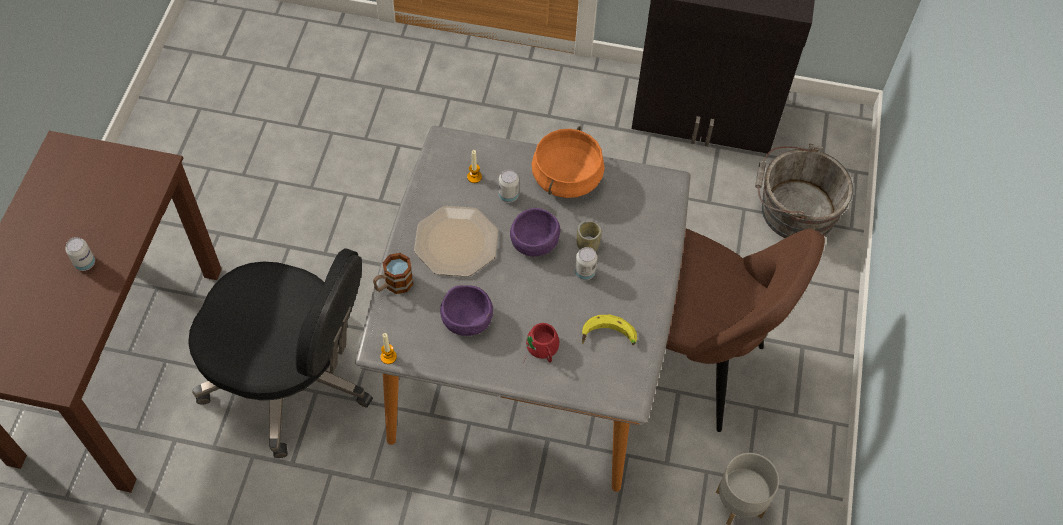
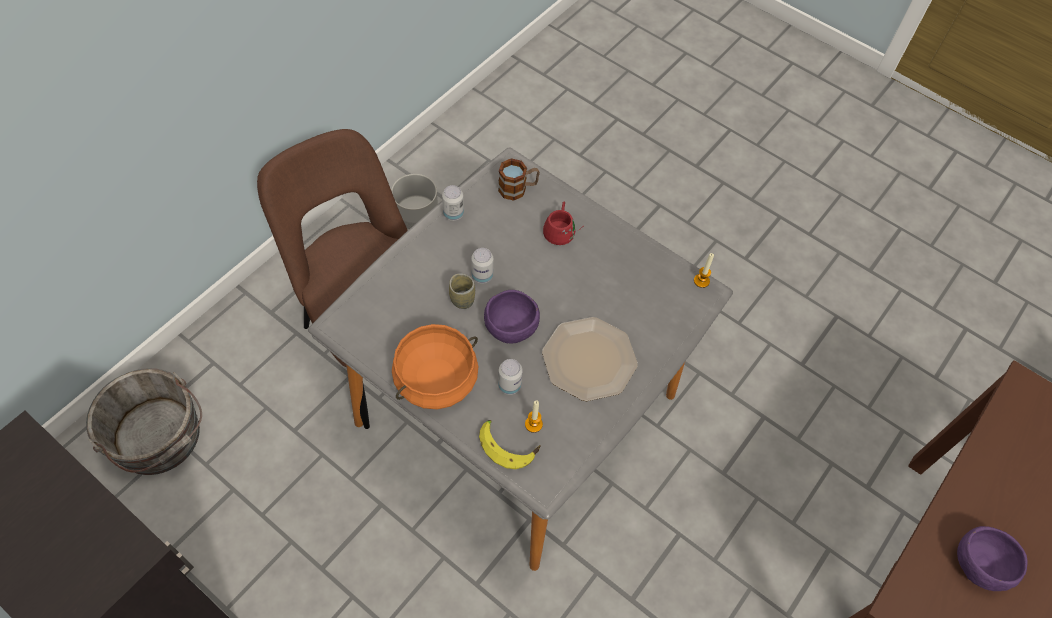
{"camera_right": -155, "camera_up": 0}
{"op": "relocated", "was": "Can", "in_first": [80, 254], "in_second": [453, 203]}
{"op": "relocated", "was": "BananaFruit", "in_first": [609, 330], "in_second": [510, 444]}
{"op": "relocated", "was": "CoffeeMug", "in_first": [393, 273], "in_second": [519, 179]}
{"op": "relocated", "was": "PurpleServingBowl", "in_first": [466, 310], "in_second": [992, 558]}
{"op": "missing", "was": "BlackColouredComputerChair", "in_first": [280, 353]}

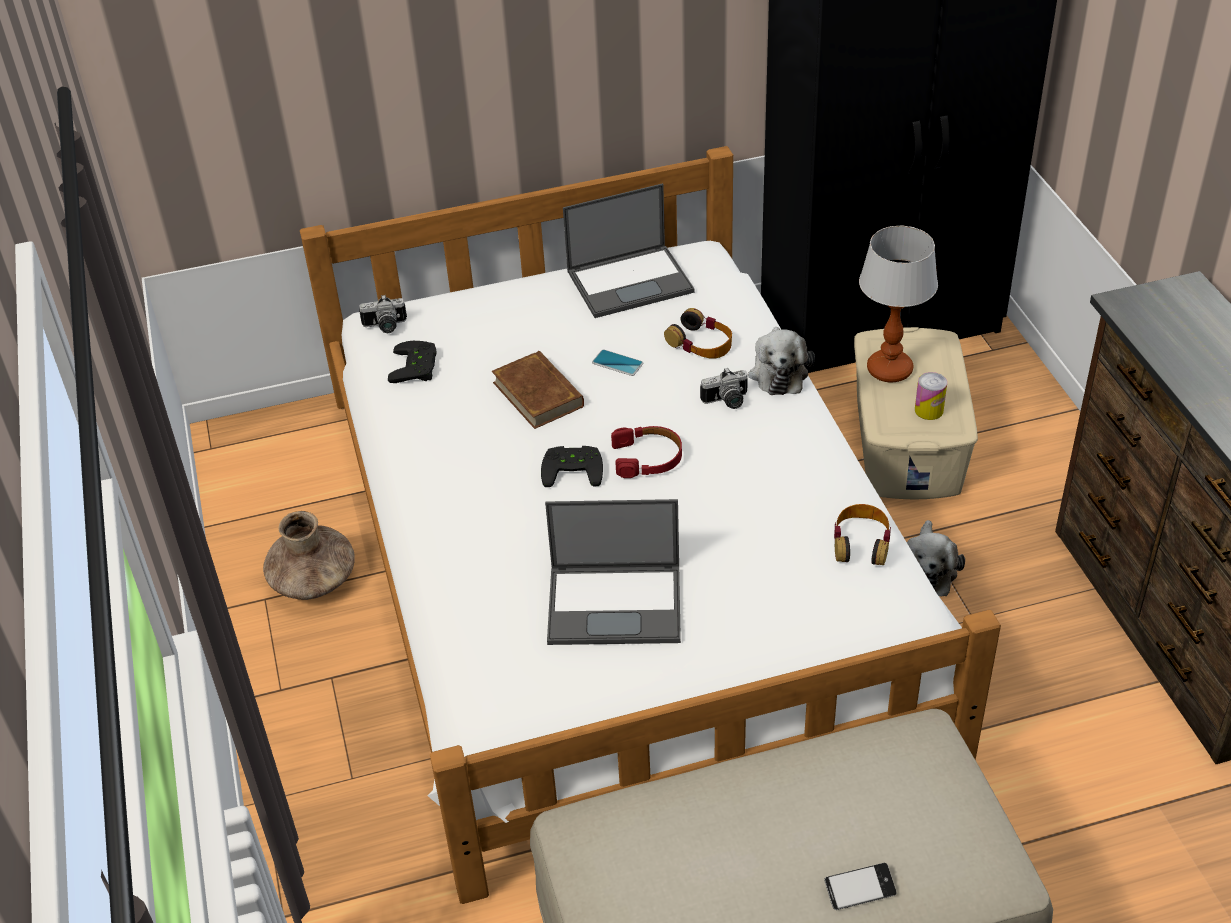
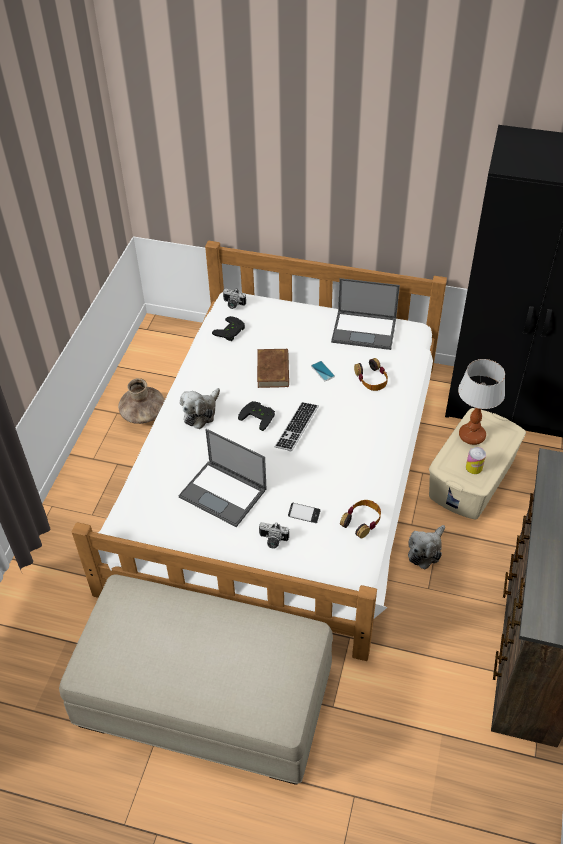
{"camera_right": 30, "camera_up": 5}
{"op": "relocated", "was": "PlushToy", "in_first": [781, 361], "in_second": [200, 408]}
{"op": "relocated", "was": "StillCamera", "in_first": [724, 388], "in_second": [274, 535]}
{"op": "exchanged", "was": "RedHeadset", "now": "ComputerKeyboard", "in_first": [646, 452], "in_second": [296, 427]}
{"op": "relocated", "was": "Phone", "in_first": [860, 886], "in_second": [304, 513]}

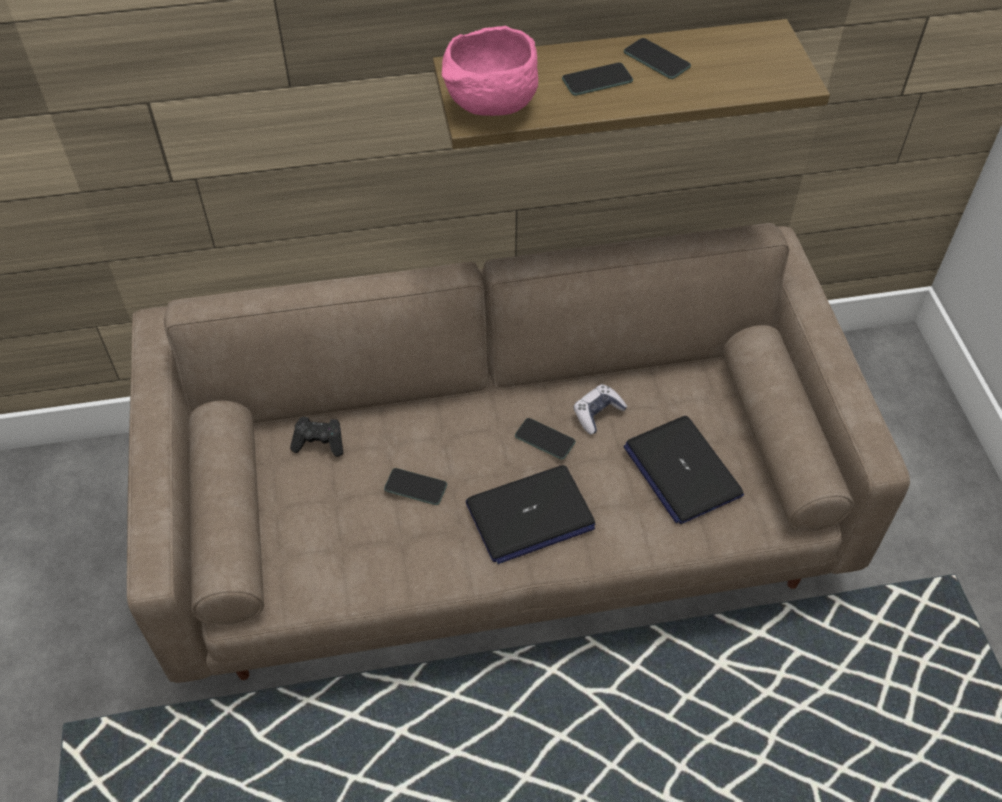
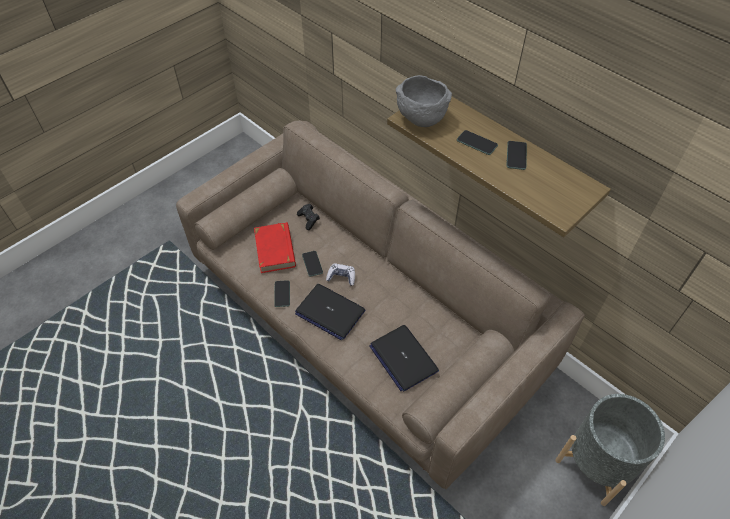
{"camera_right": 55, "camera_up": 0}
{"op": "appeared", "now": "RedVolume", "in_second": [275, 247]}
{"op": "relocated", "was": "Phone", "in_first": [545, 439], "in_second": [282, 293]}
{"op": "relocated", "was": "GameController", "in_first": [600, 409], "in_second": [340, 274]}
{"op": "spun", "was": "PortableComputer", "in_first": [683, 470], "in_second": [404, 358], "clockwise": -60}
{"op": "colour", "was": "PinkServingBowl", "now": "GreyishServingBowl", "in_first": [490, 71], "in_second": [424, 101]}
{"op": "appeared", "now": "GreyishPlantPot", "in_second": [610, 450]}

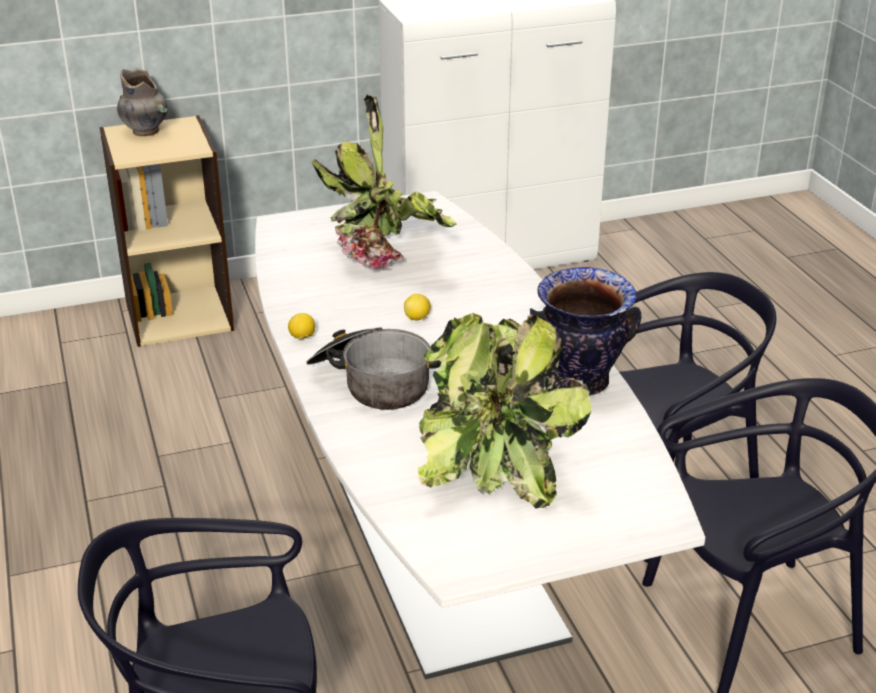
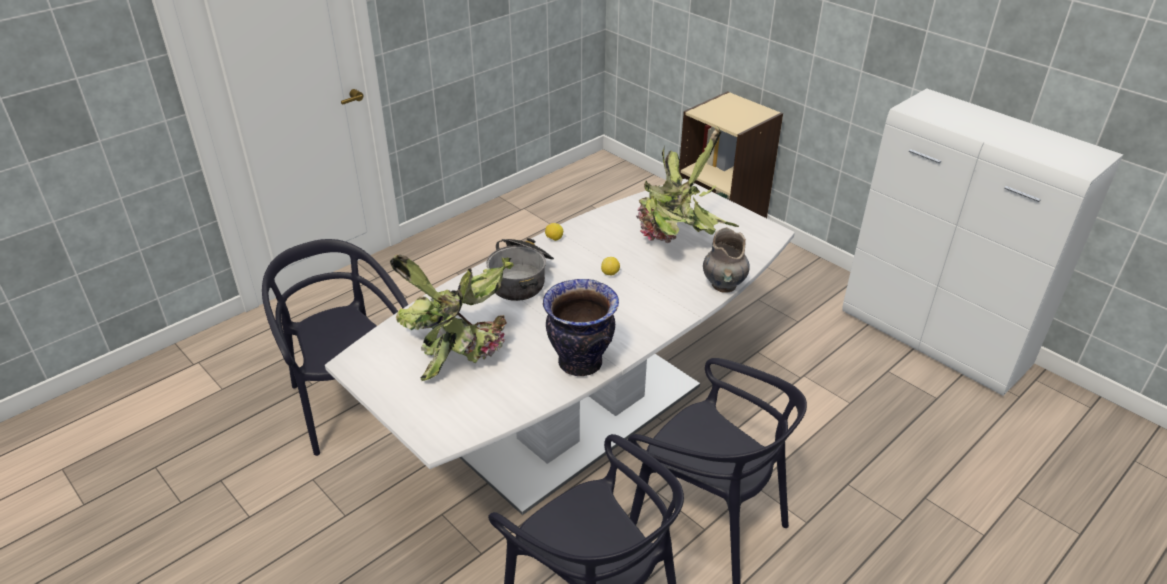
{"camera_right": 65, "camera_up": 5}
{"op": "relocated", "was": "GreyishDecorativeVase", "in_first": [142, 102], "in_second": [726, 260]}

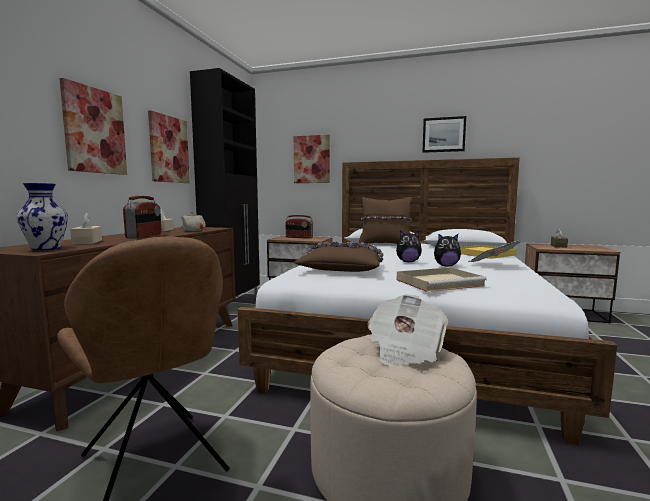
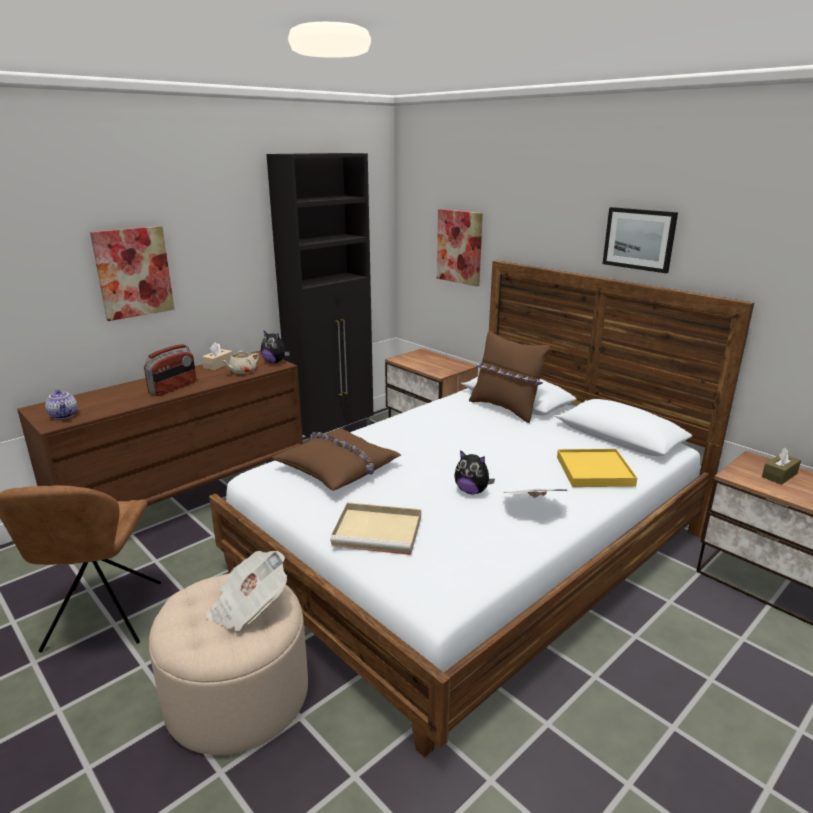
{"camera_right": 30, "camera_up": 15}
{"op": "exchanged", "was": "DecorativeVase", "now": "Teapot", "in_first": [42, 217], "in_second": [61, 404]}
{"op": "relocated", "was": "PlushToy", "in_first": [409, 246], "in_second": [275, 346]}
{"op": "missing", "was": "BeigeColouredBoxOfTissues", "in_first": [86, 229]}
{"op": "missing", "was": "WallArt", "in_first": [169, 147]}
{"op": "missing", "was": "RadioReceiver", "in_first": [299, 227]}

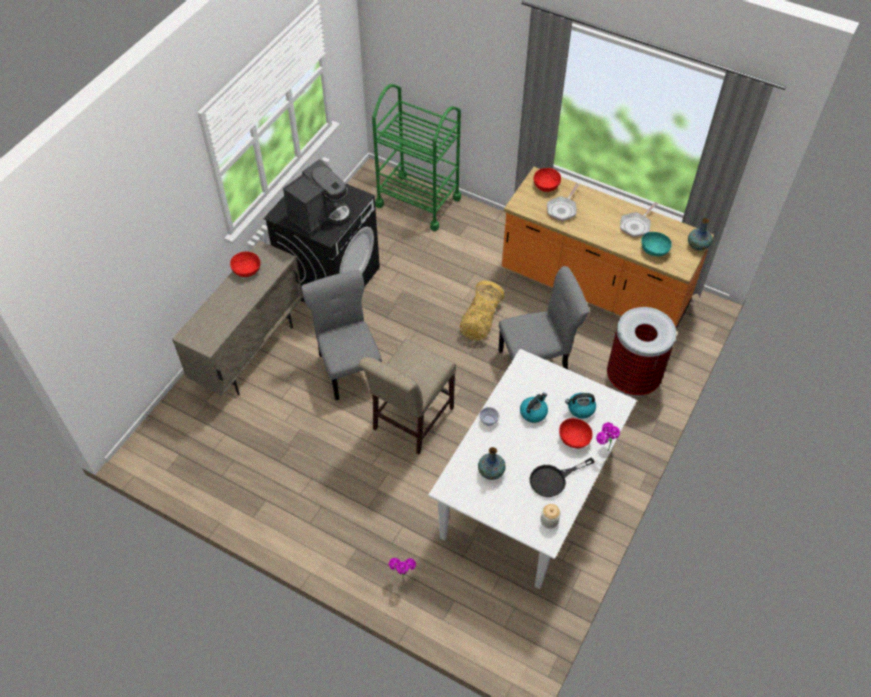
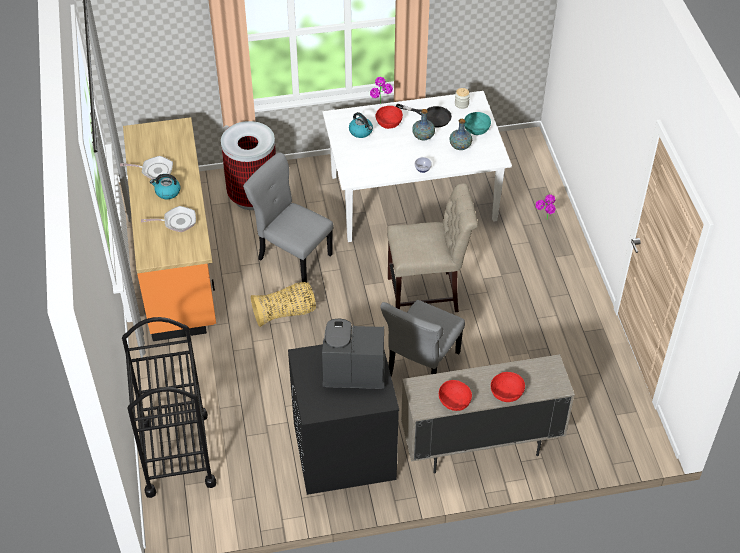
{"camera_right": -130, "camera_up": -5}
{"op": "colour", "was": "GreenCart", "now": "BlackColouredCart", "in_first": [416, 157], "in_second": [169, 407]}
{"op": "relocated", "was": "Kettle", "in_first": [534, 407], "in_second": [165, 186]}
{"op": "relocated", "was": "DecorativeVase", "in_first": [700, 234], "in_second": [423, 124]}
{"op": "relocated", "was": "TurquoiseServingBowl", "in_first": [656, 244], "in_second": [477, 123]}
{"op": "relocated", "was": "RedServingBowl", "in_first": [547, 180], "in_second": [508, 387]}

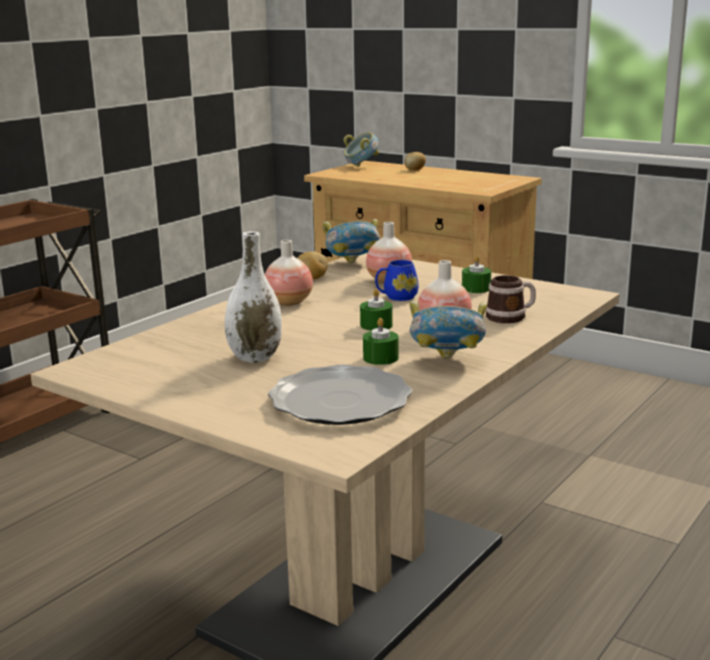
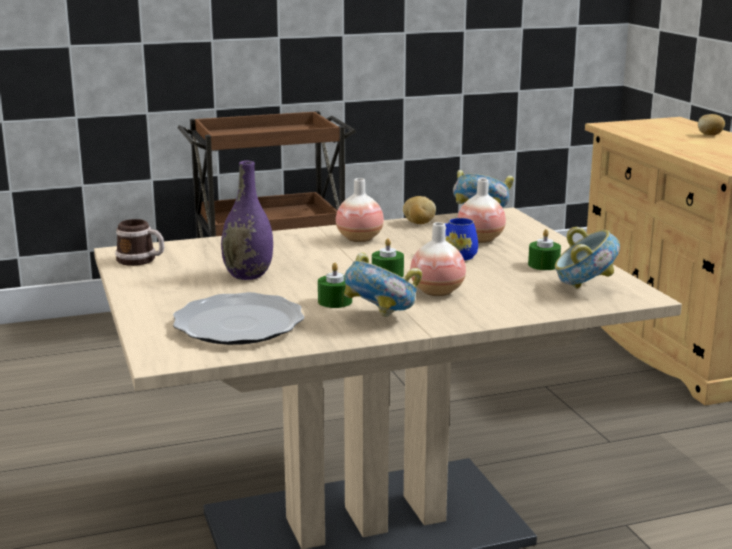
{"camera_right": 35, "camera_up": 0}
{"op": "relocated", "was": "CoffeeMug", "in_first": [511, 299], "in_second": [140, 242]}
{"op": "colour", "was": "WhitishDecorativeVase", "now": "PurpleDecorativeVase", "in_first": [253, 297], "in_second": [247, 220]}
{"op": "relocated", "was": "ServingBowl", "in_first": [361, 149], "in_second": [587, 258]}

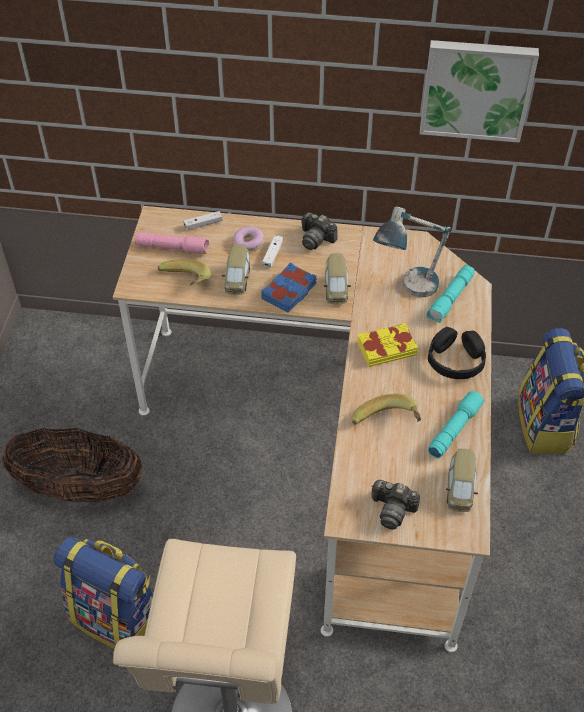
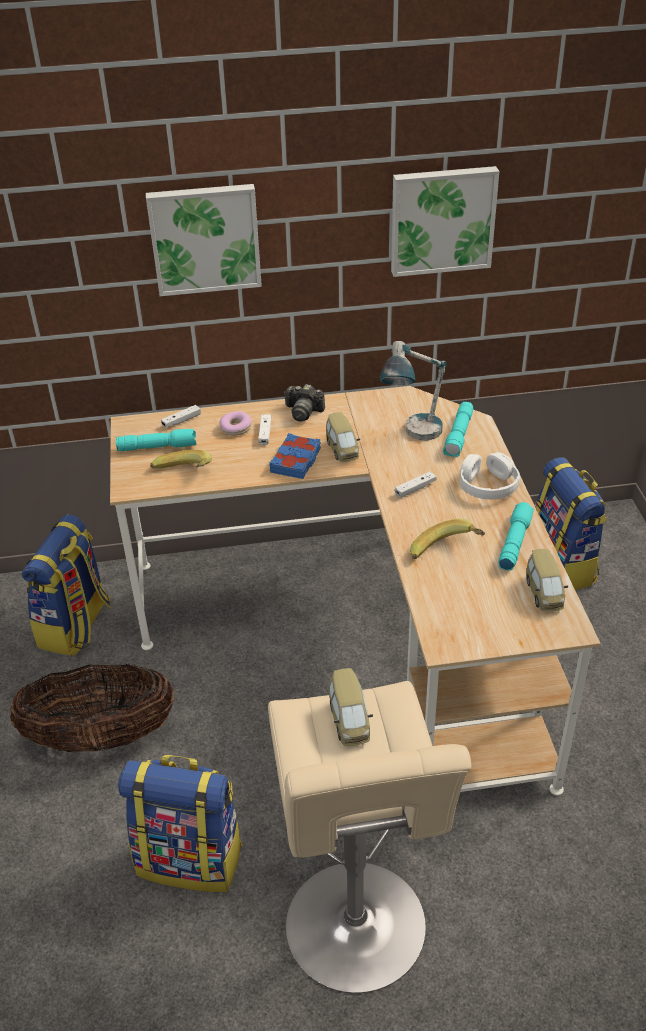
{"camera_right": -15, "camera_up": -10}
{"op": "appeared", "now": "Backpack", "in_second": [66, 585]}
{"op": "colour", "was": "PinkTorch", "now": "TurquoiseTorch", "in_first": [171, 243], "in_second": [156, 440]}
{"op": "appeared", "now": "WallArt", "in_second": [204, 240]}
{"op": "relocated", "was": "ModelCar", "in_first": [236, 269], "in_second": [351, 707]}
{"op": "exchanged", "was": "YellowColouredVolume", "now": "WhitishGameController", "in_first": [387, 345], "in_second": [415, 485]}
{"op": "colour", "was": "BlackColouredHeadset", "now": "WhitishHeadset", "in_first": [457, 353], "in_second": [490, 475]}
{"op": "missing", "was": "StillCamera", "in_first": [395, 504]}

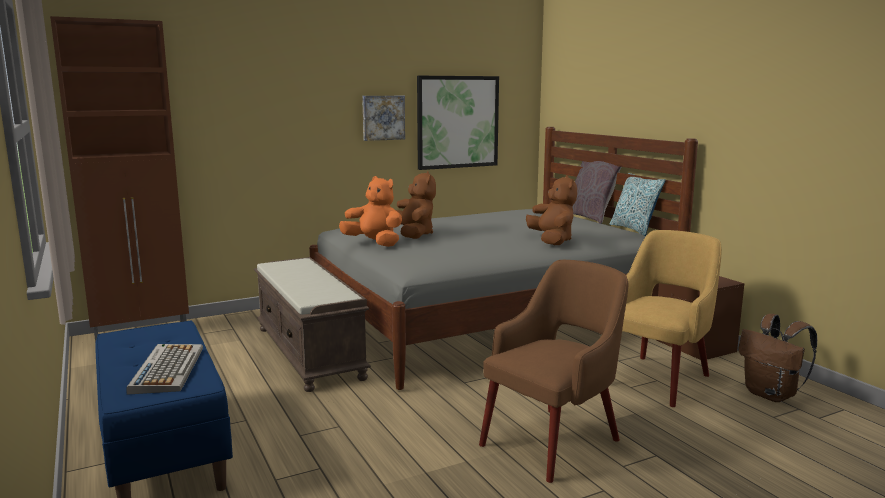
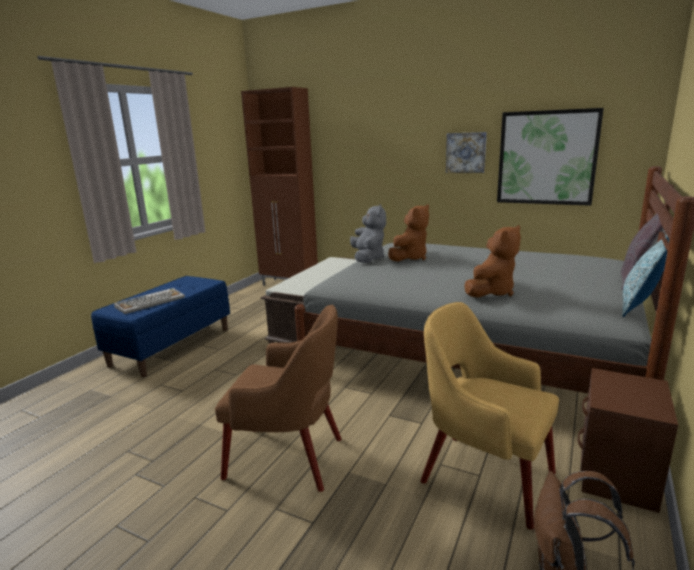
{"camera_right": 55, "camera_up": 5}
{"op": "colour", "was": "OrangeColouredPlushToy", "now": "GreyishPlushToy", "in_first": [370, 211], "in_second": [368, 233]}
{"op": "spun", "was": "YellowColouredLoungeChair", "in_first": [672, 318], "in_second": [489, 416], "clockwise": -150}

